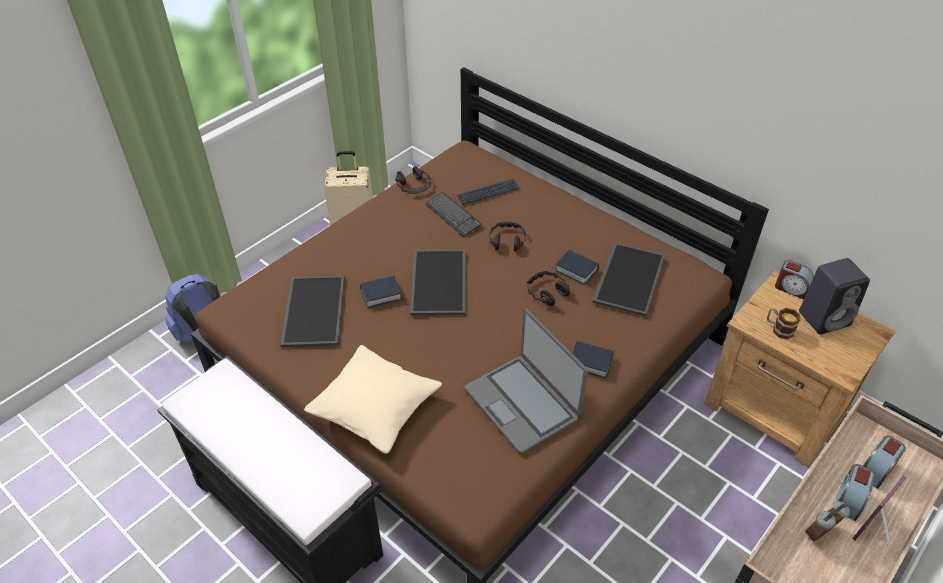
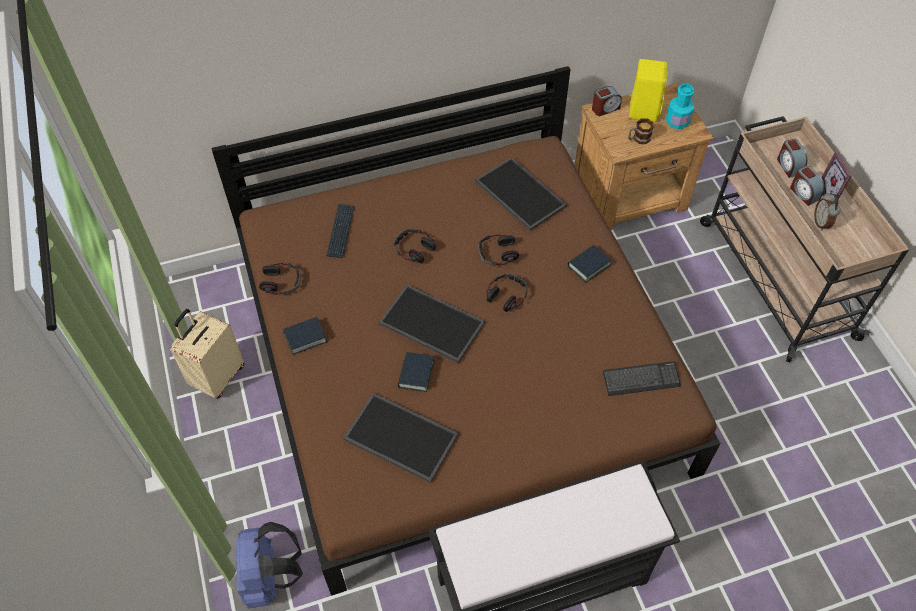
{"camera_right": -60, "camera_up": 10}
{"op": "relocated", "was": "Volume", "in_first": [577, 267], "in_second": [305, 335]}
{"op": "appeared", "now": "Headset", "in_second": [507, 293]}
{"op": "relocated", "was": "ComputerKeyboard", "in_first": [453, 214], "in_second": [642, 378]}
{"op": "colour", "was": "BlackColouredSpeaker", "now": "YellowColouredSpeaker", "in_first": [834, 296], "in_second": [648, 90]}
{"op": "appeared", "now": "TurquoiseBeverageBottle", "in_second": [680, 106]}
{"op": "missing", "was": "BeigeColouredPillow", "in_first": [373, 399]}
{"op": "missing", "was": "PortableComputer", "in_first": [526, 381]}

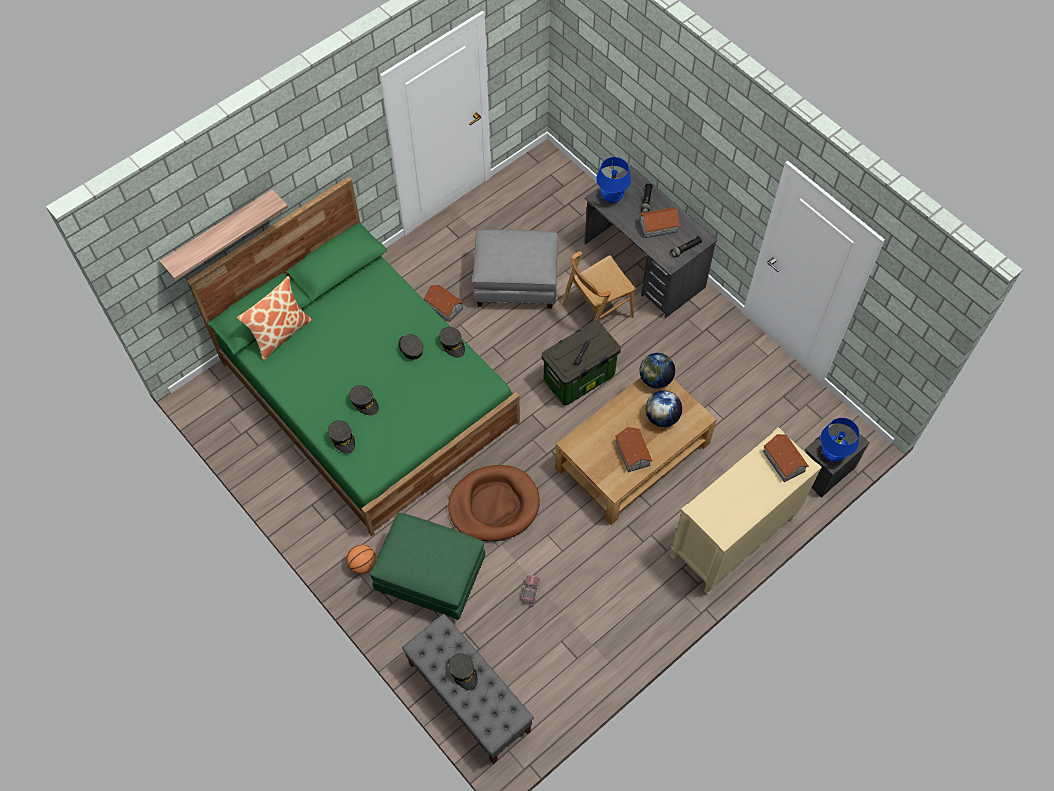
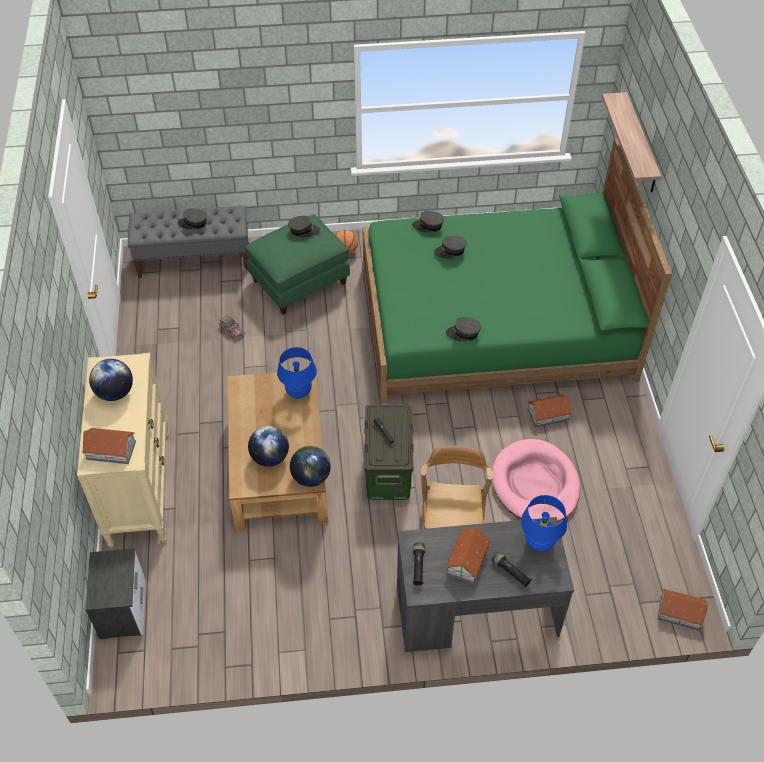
{"camera_right": 125, "camera_up": -10}
{"op": "appeared", "now": "Globe", "in_second": [111, 380]}
{"op": "relocated", "was": "BluishLampForATable", "in_first": [840, 440], "in_second": [297, 373]}
{"op": "relocated", "was": "GreyishBaseballCap", "in_first": [411, 347], "in_second": [304, 226]}
{"op": "exchanged", "was": "GreyishPouffe", "now": "PinkDogBed", "in_first": [515, 269], "in_second": [536, 480]}
{"op": "relocated", "was": "ToyHouse", "in_first": [634, 449], "in_second": [683, 610]}
{"op": "missing", "was": "Pillow", "in_first": [274, 318]}
{"op": "missing", "was": "BrownColouredDogBed", "in_first": [494, 503]}

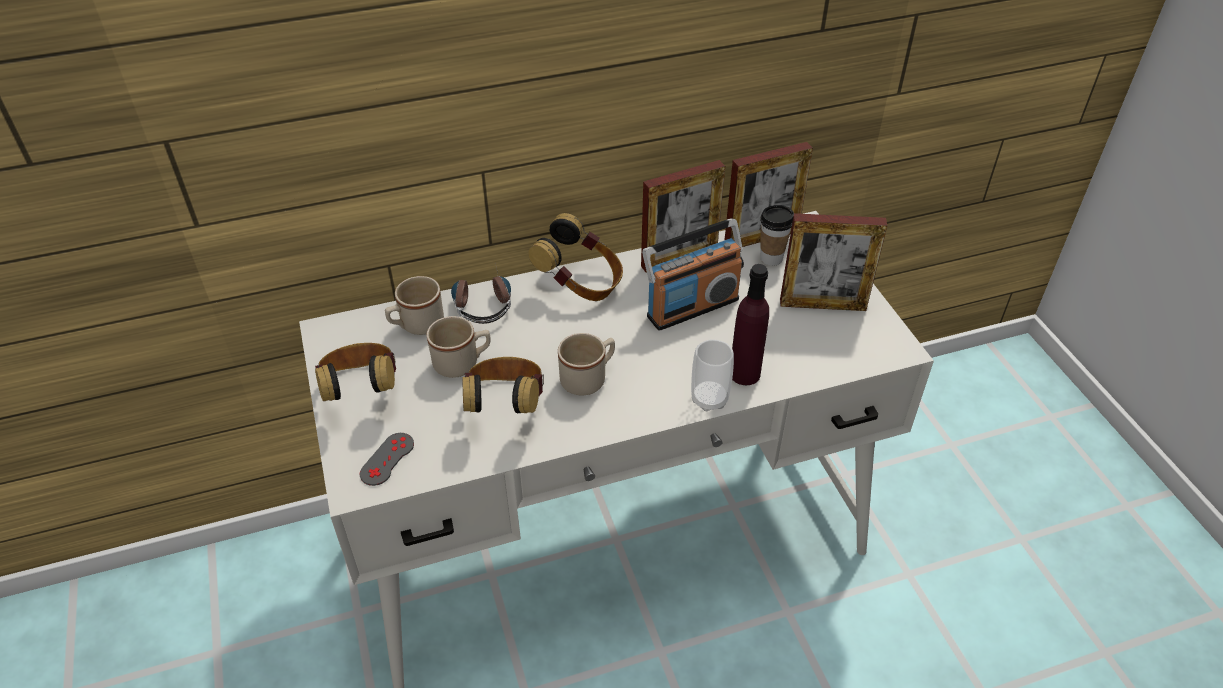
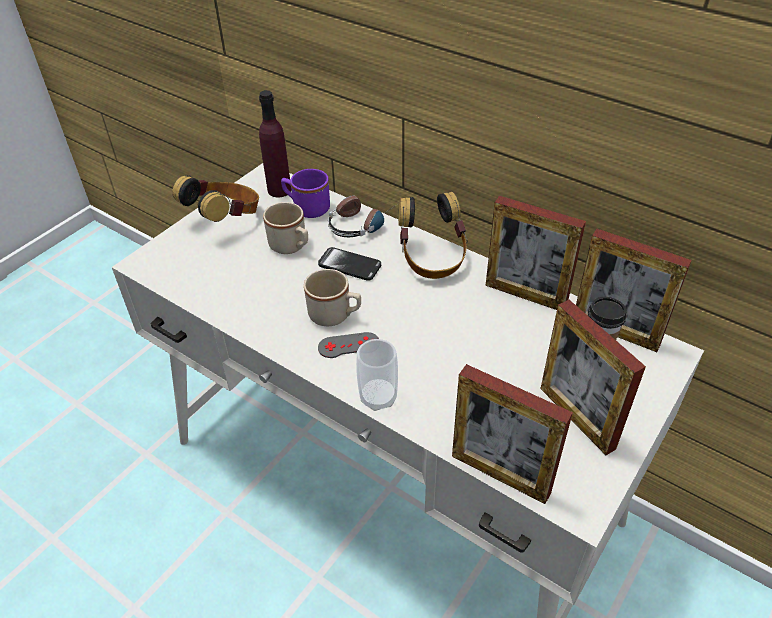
{"camera_right": 55, "camera_up": 0}
{"op": "relocated", "was": "PurpleBeverageBottle", "in_first": [750, 324], "in_second": [275, 143]}
{"op": "colour", "was": "BeigeColouredCoffeeMug", "now": "PurpleCoffeeMug", "in_first": [414, 305], "in_second": [305, 193]}
{"op": "appeared", "now": "Phone", "in_second": [349, 264]}
{"op": "relocated", "was": "GreyishGameController", "in_first": [387, 459], "in_second": [348, 345]}
{"op": "appeared", "now": "PictureFrame", "in_second": [512, 434]}
{"op": "missing", "was": "Headset", "in_first": [503, 385]}
{"op": "missing", "was": "RadioReceiver", "in_first": [693, 274]}

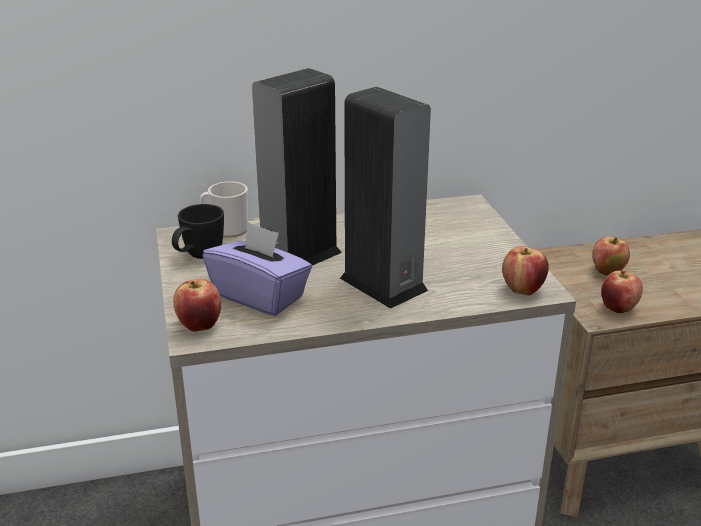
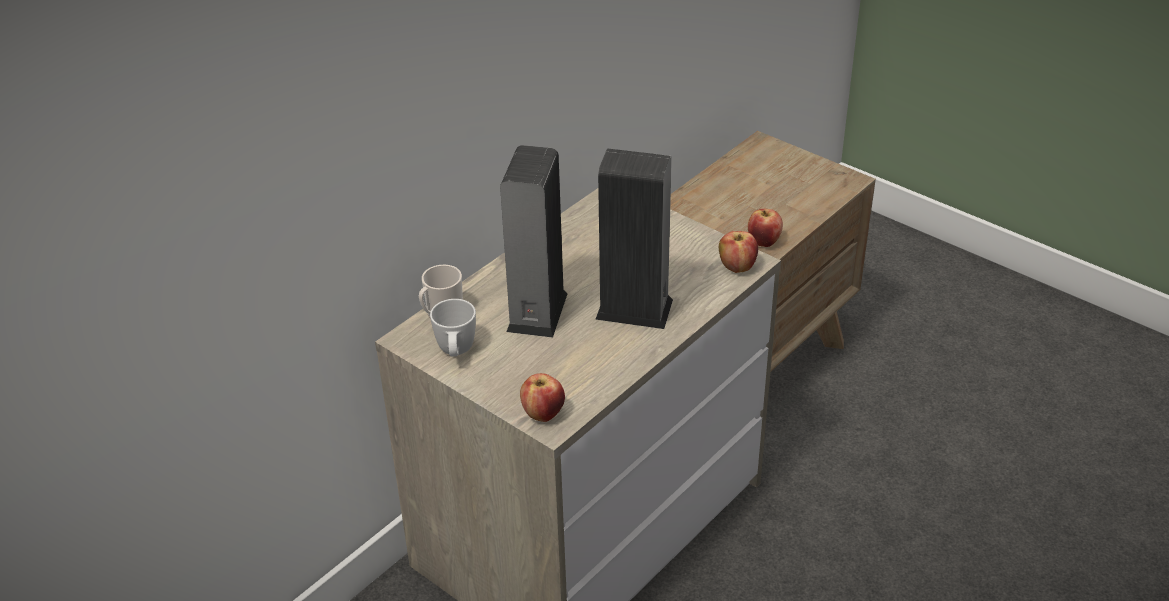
{"camera_right": -35, "camera_up": 10}
{"op": "colour", "was": "BlackColouredCoffeeMug", "now": "WhitishCoffeeMug", "in_first": [198, 231], "in_second": [453, 328]}
{"op": "missing", "was": "PurpleBoxOfTissues", "in_first": [257, 269]}
{"op": "missing", "was": "Apple", "in_first": [611, 256]}

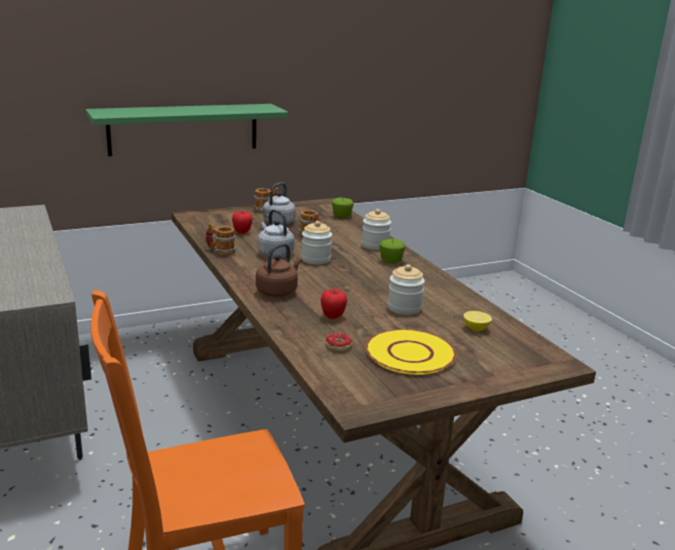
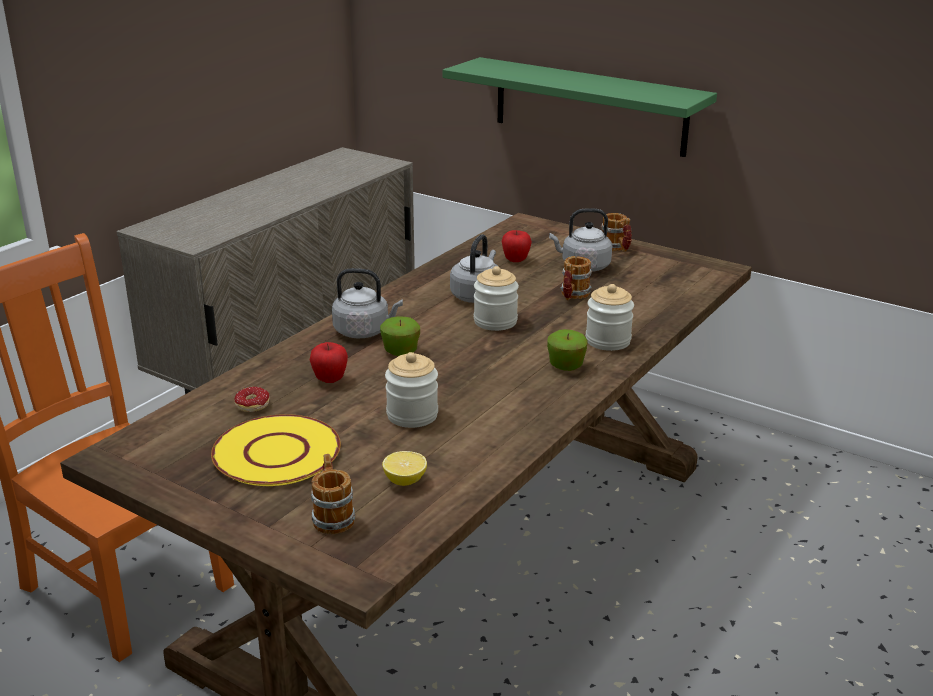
{"camera_right": 60, "camera_up": 5}
{"op": "relocated", "was": "CoffeeMug", "in_first": [221, 239], "in_second": [333, 494]}
{"op": "colour", "was": "BrownColouredKettle", "now": "GreyishKettle", "in_first": [278, 270], "in_second": [367, 303]}
{"op": "relocated", "was": "Apple", "in_first": [343, 208], "in_second": [400, 336]}

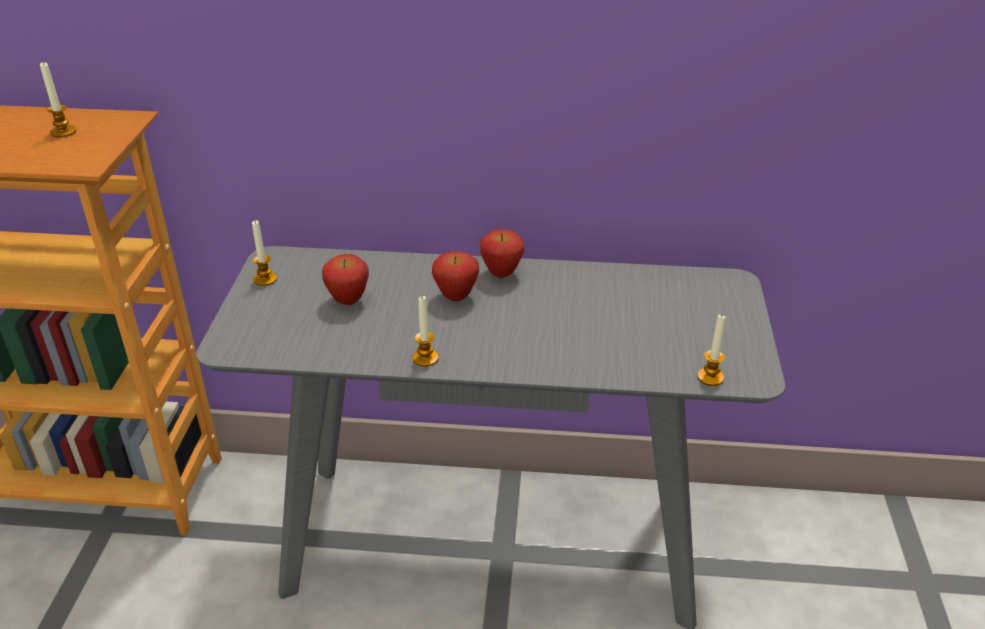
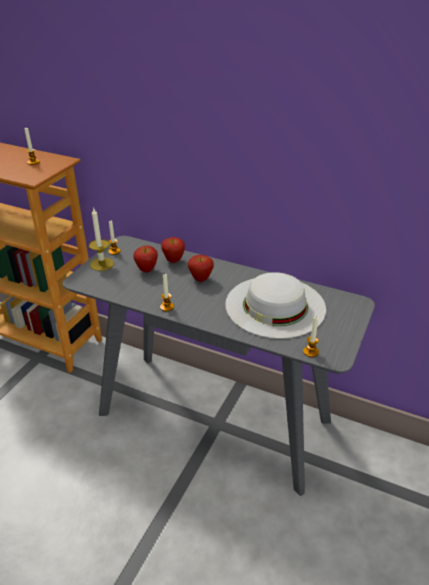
{"camera_right": 20, "camera_up": 0}
{"op": "appeared", "now": "Candle", "in_second": [101, 239]}
{"op": "relocated", "was": "Apple", "in_first": [502, 253], "in_second": [173, 250]}
{"op": "appeared", "now": "WhitishWearableHat", "in_second": [275, 305]}

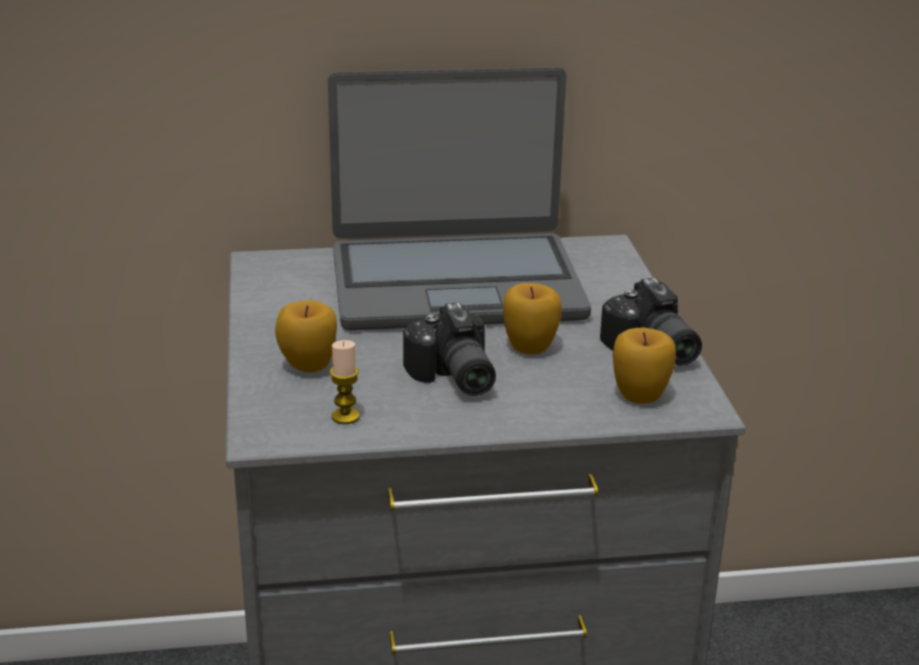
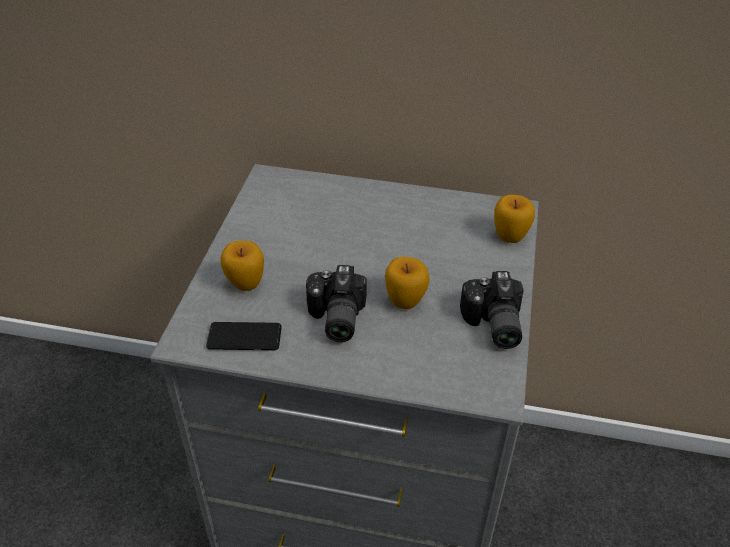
{"camera_right": 20, "camera_up": 15}
{"op": "exchanged", "was": "Candle", "now": "Phone", "in_first": [345, 382], "in_second": [244, 336]}
{"op": "relocated", "was": "Apple", "in_first": [644, 366], "in_second": [514, 219]}
{"op": "missing", "was": "PortableComputer", "in_first": [459, 199]}

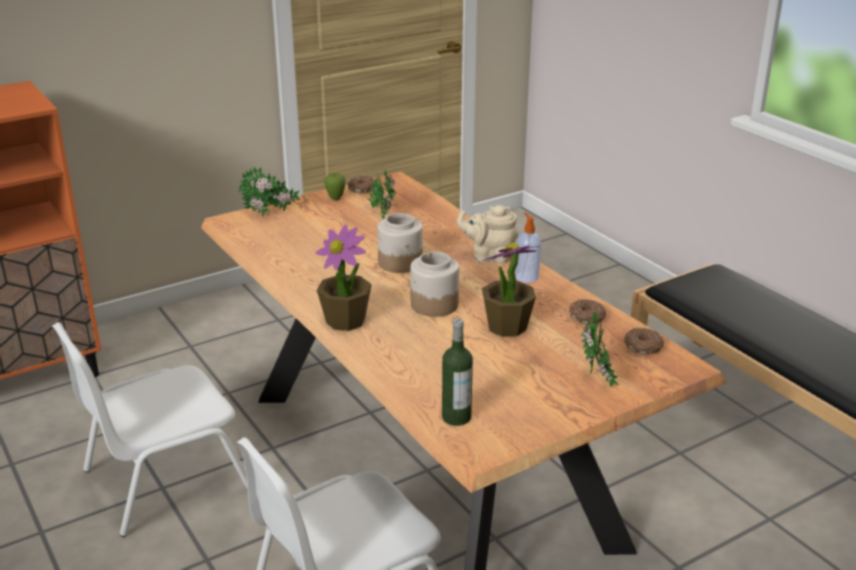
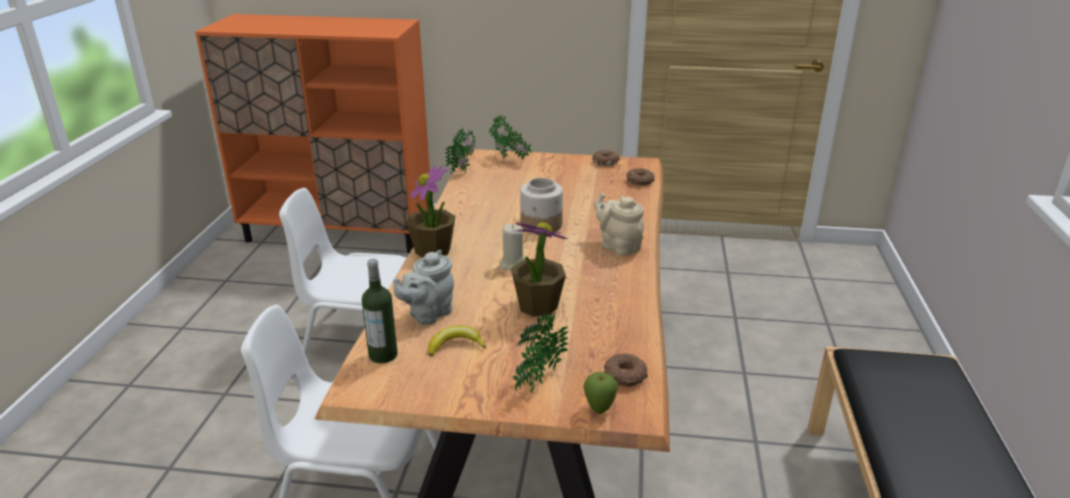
{"camera_right": 40, "camera_up": 0}
{"op": "appeared", "now": "GreyishTeapot", "in_second": [423, 287]}
{"op": "appeared", "now": "BananaFruit", "in_second": [457, 340]}
{"op": "relocated", "was": "Houseplant", "in_first": [382, 193], "in_second": [460, 150]}
{"op": "exchanged", "was": "Jar", "now": "BeigeColouredCandle", "in_first": [434, 284], "in_second": [513, 247]}
{"op": "relocated", "was": "Apple", "in_first": [335, 186], "in_second": [600, 393]}
{"op": "relocated", "was": "RingDoughnut", "in_first": [587, 311], "in_second": [640, 177]}
{"op": "missing", "was": "SoapBottle", "in_first": [528, 247]}

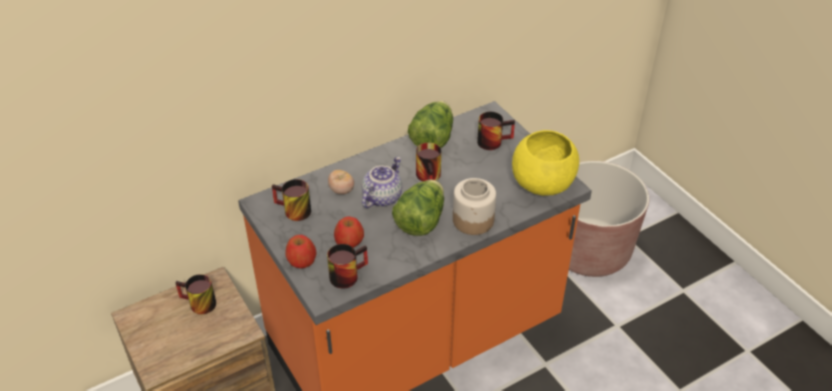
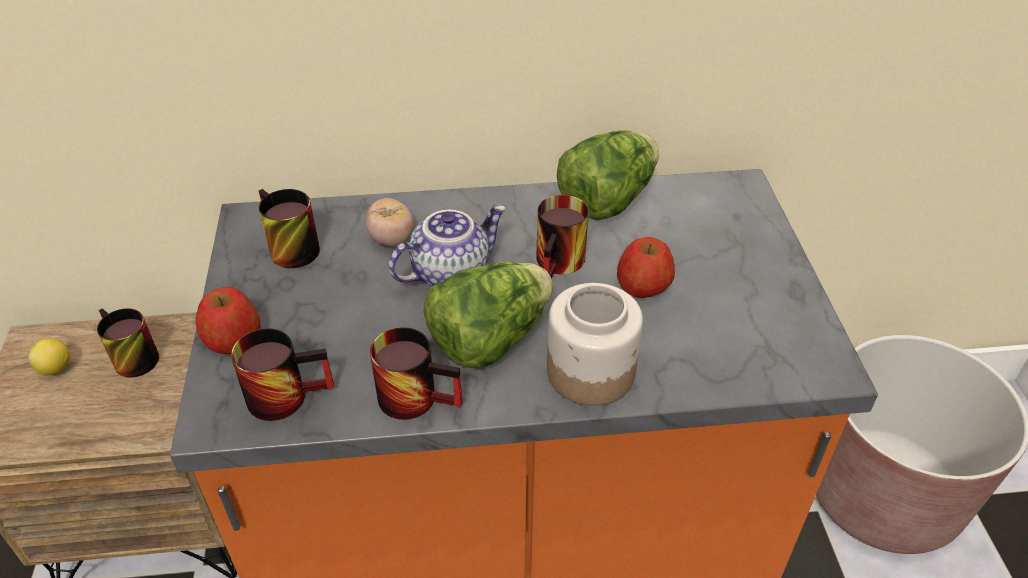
{"camera_right": 25, "camera_up": 0}
{"op": "appeared", "now": "Lemon", "in_second": [49, 356]}
{"op": "relocated", "was": "CoffeeMug", "in_first": [496, 131], "in_second": [416, 373]}
{"op": "relocated", "was": "Apple", "in_first": [349, 232], "in_second": [646, 267]}
{"op": "missing", "was": "YellowColouredServingBowl", "in_first": [545, 163]}

